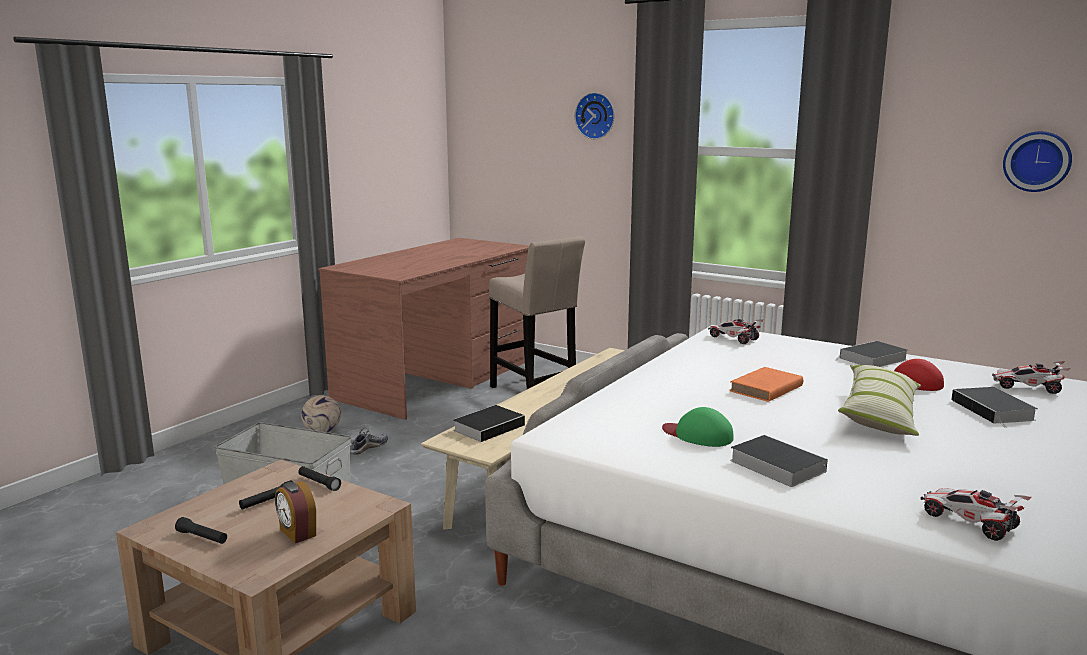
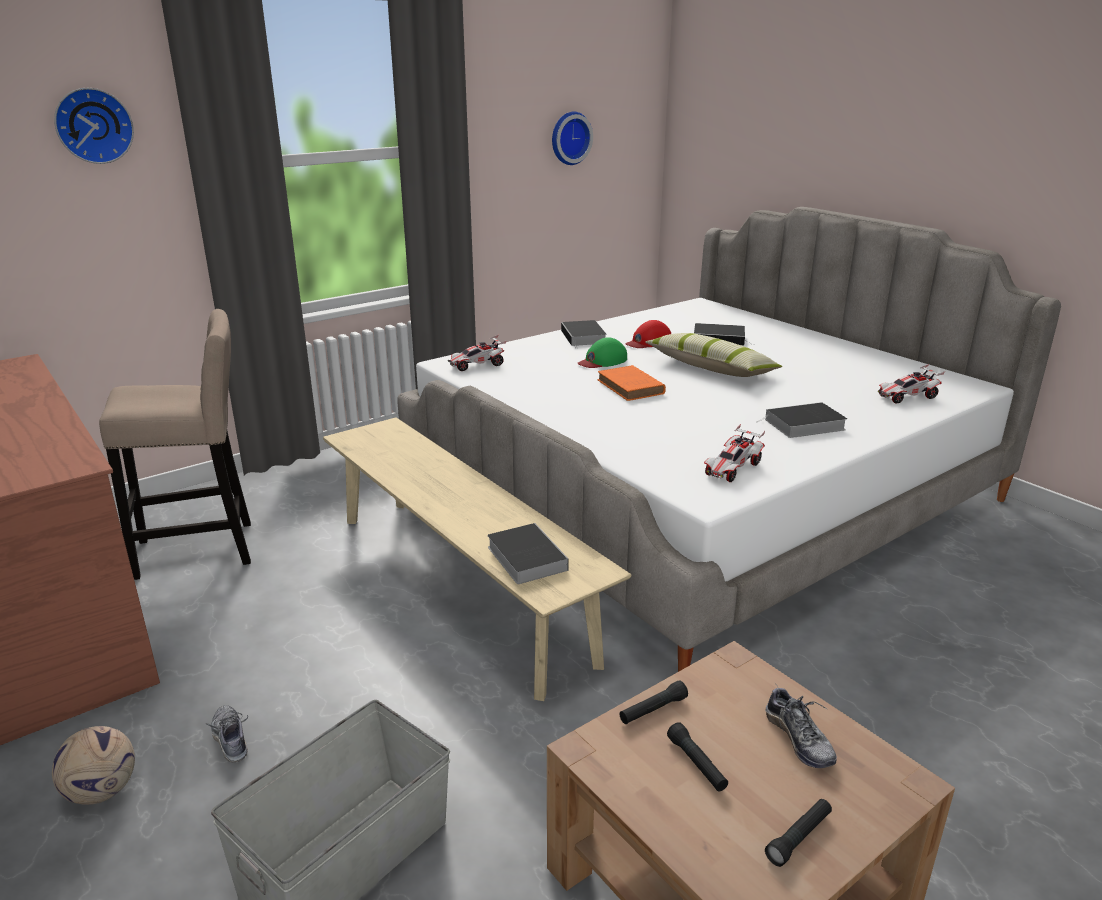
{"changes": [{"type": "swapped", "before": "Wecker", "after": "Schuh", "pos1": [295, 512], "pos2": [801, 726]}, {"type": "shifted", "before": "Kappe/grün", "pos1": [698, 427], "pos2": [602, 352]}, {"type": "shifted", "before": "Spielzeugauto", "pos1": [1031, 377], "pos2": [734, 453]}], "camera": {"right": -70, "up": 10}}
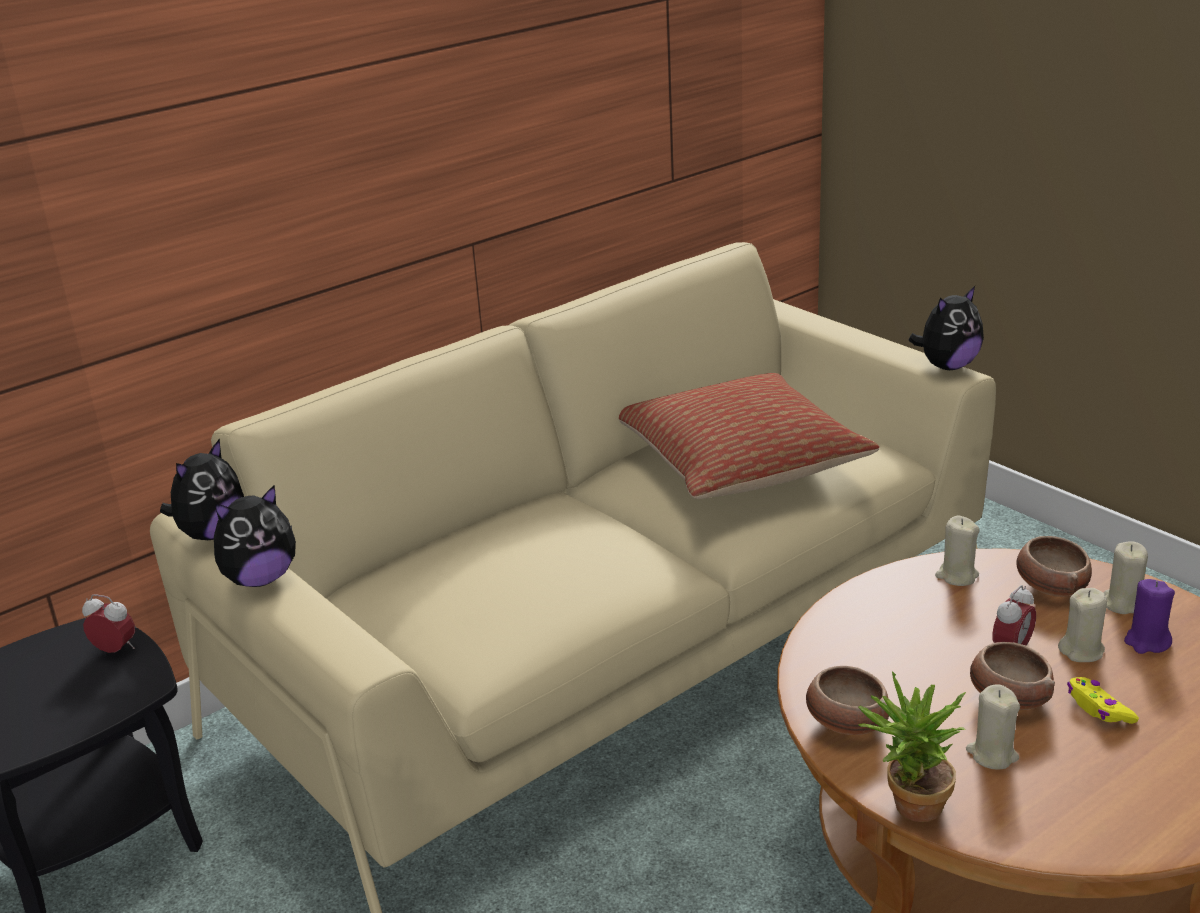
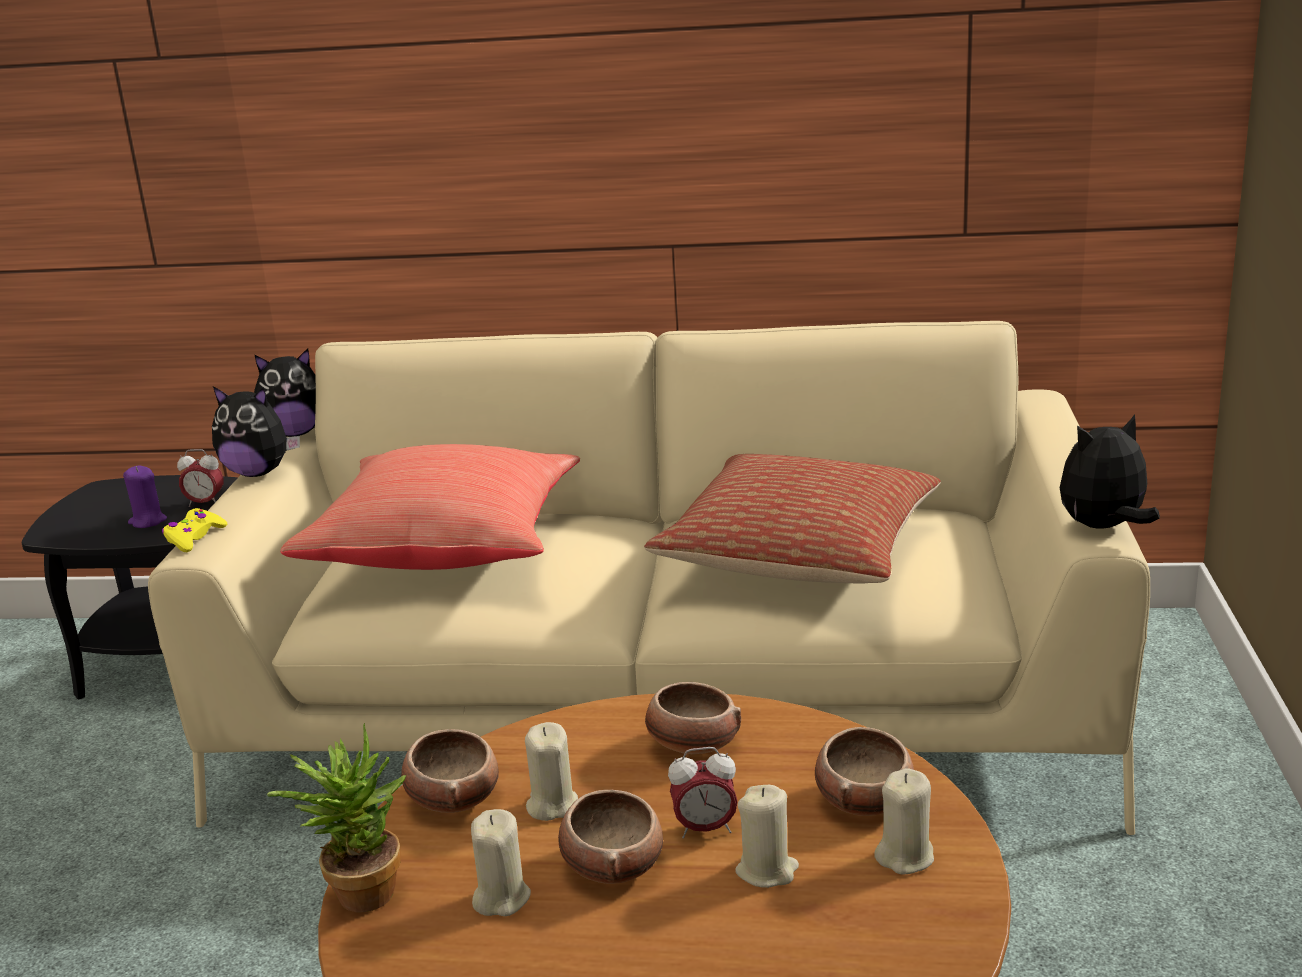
{"changes": [{"type": "rotated", "before": "Wecker", "pos1": [108, 623], "pos2": [200, 478], "turn": 120}, {"type": "rotated", "before": "Plüschtier", "pos1": [946, 328], "pos2": [1110, 471], "turn": 150}, {"type": "shifted", "before": "Kerze/beige", "pos1": [957, 551], "pos2": [551, 771]}, {"type": "shifted", "before": "Gamepad/gelb", "pos1": [1103, 700], "pos2": [194, 530]}, {"type": "shifted", "before": "Kerze/lila", "pos1": [1149, 616], "pos2": [145, 497]}, {"type": "new", "after": "Kissen/rot", "pos2": [430, 507]}, {"type": "new", "after": "Schüssel", "pos2": [693, 718]}], "camera": {"right": 45, "up": -5}}
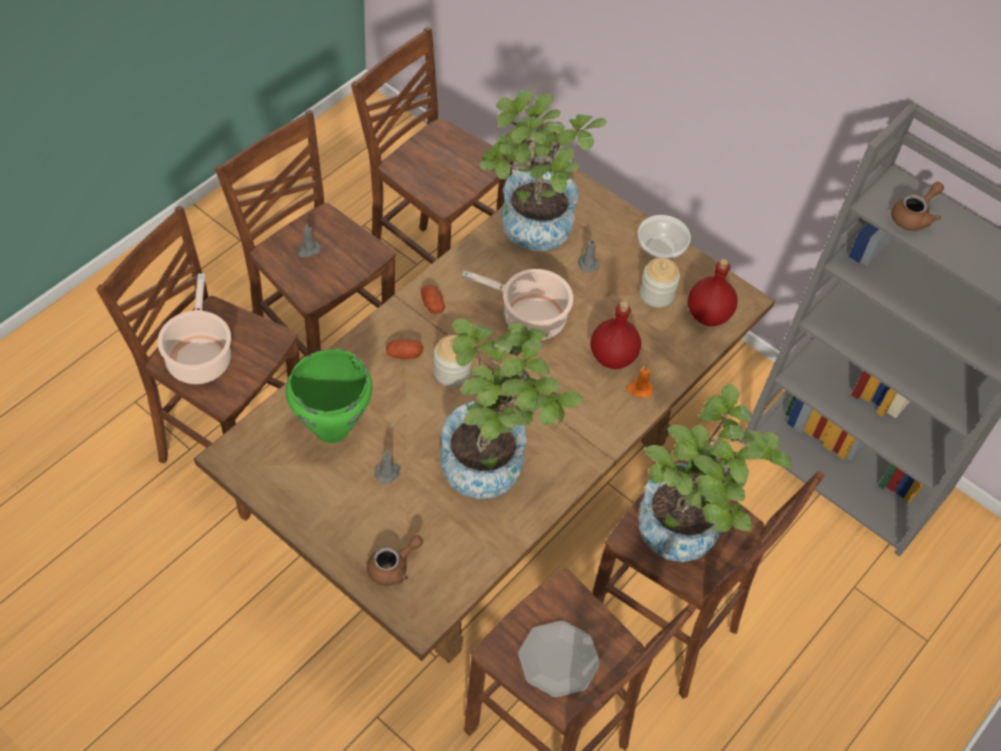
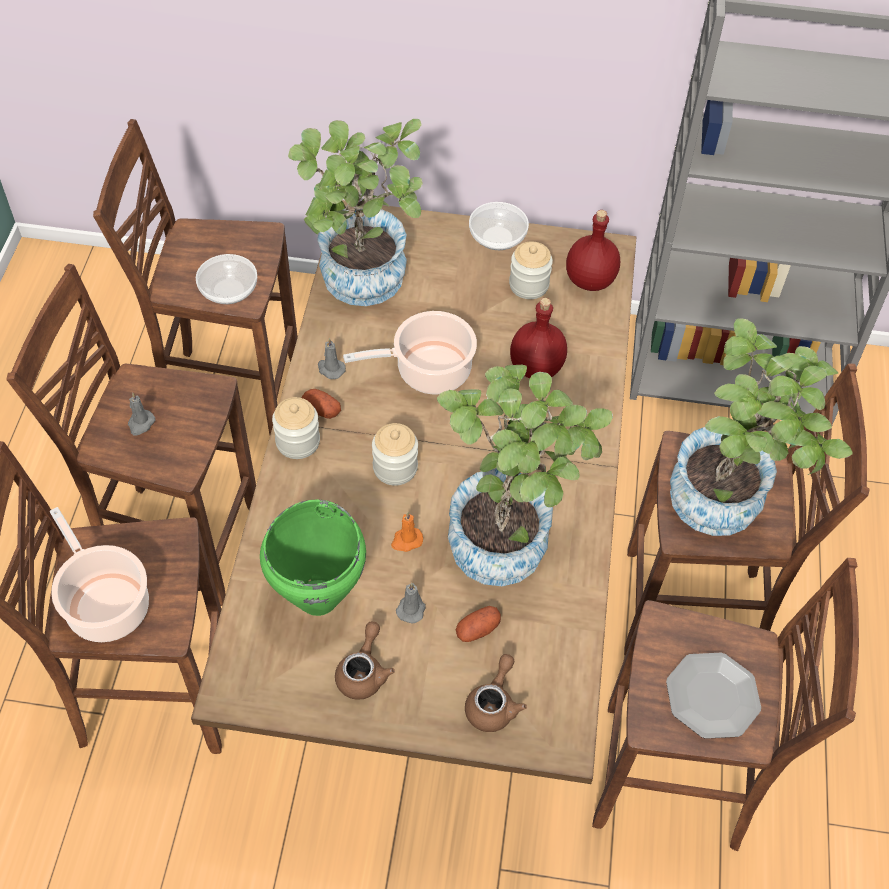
{"changes": [{"type": "shifted", "before": "Kartoffel", "pos1": [404, 349], "pos2": [478, 624]}, {"type": "shifted", "before": "Kerze/grau", "pos1": [589, 255], "pos2": [332, 358]}, {"type": "shifted", "before": "Kerze/orange", "pos1": [639, 381], "pos2": [407, 532]}, {"type": "shifted", "before": "Teekanne/braun", "pos1": [917, 206], "pos2": [365, 661]}, {"type": "new", "after": "Schüssel", "pos2": [226, 279]}, {"type": "new", "after": "Vorratsglas", "pos2": [296, 428]}], "camera": {"right": -30, "up": 0}}
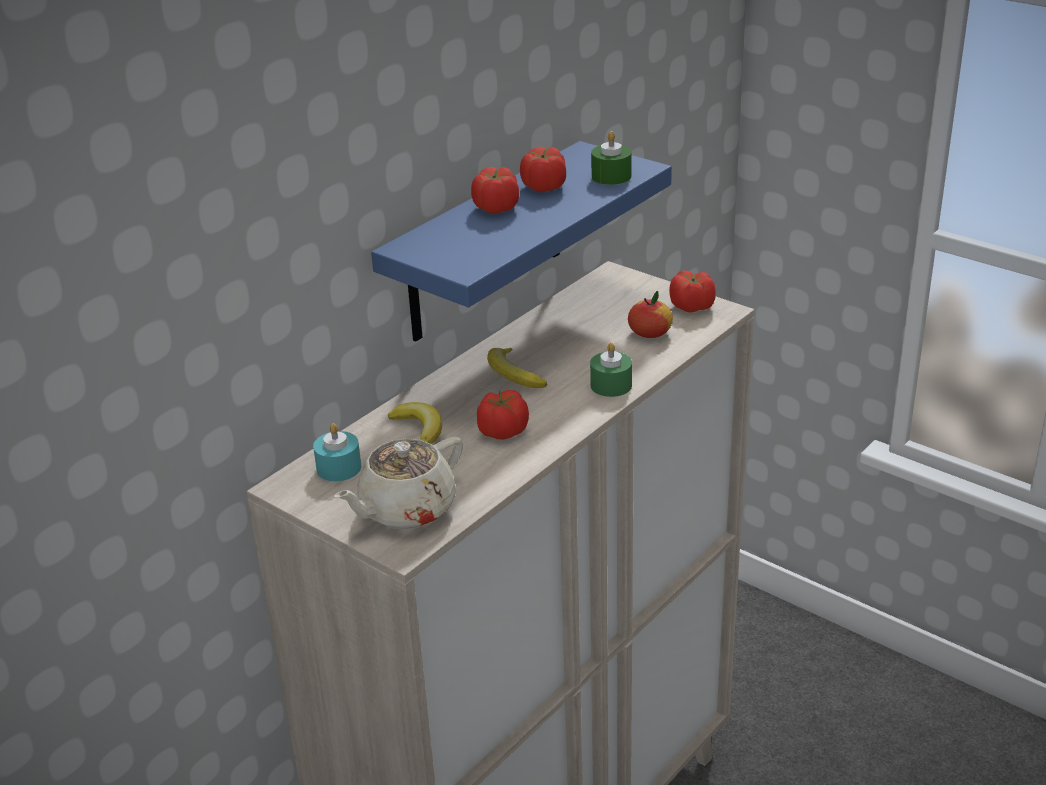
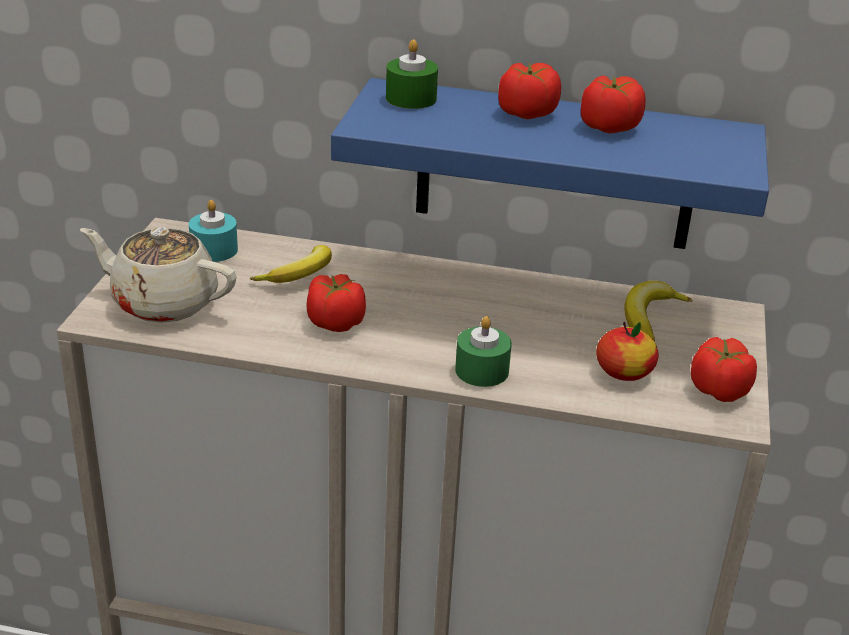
{"changes": [{"type": "shifted", "before": "Banane", "pos1": [517, 367], "pos2": [658, 311]}, {"type": "shifted", "before": "Kerze/grün", "pos1": [611, 158], "pos2": [412, 74]}], "camera": {"right": 60, "up": 0}}
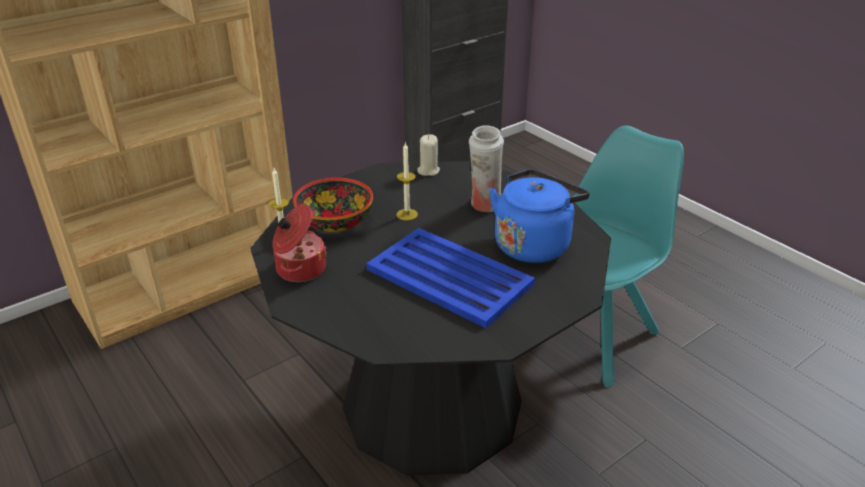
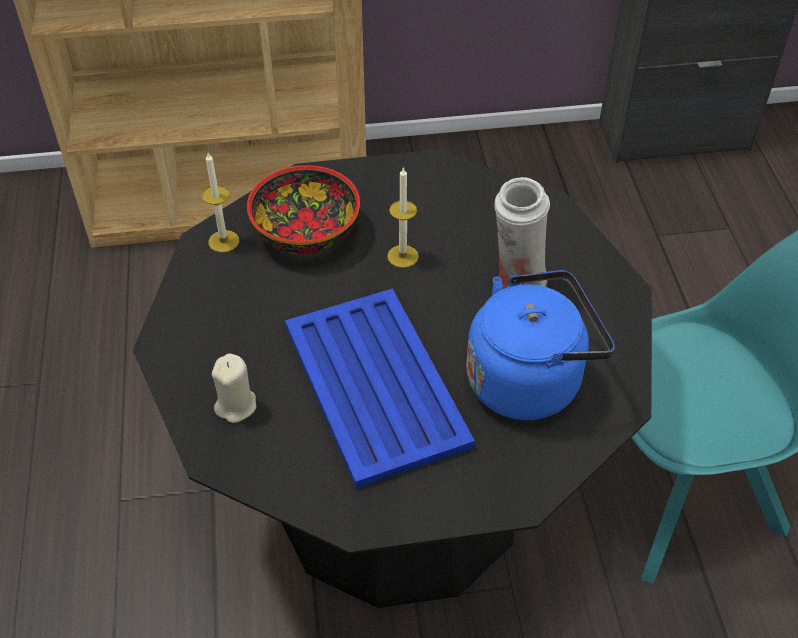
{"changes": [{"type": "gone", "before": "Kochtopf", "pos1": [299, 243]}, {"type": "shifted", "before": "Kerze/beige", "pos1": [428, 155], "pos2": [234, 388]}], "camera": {"right": 30, "up": 15}}
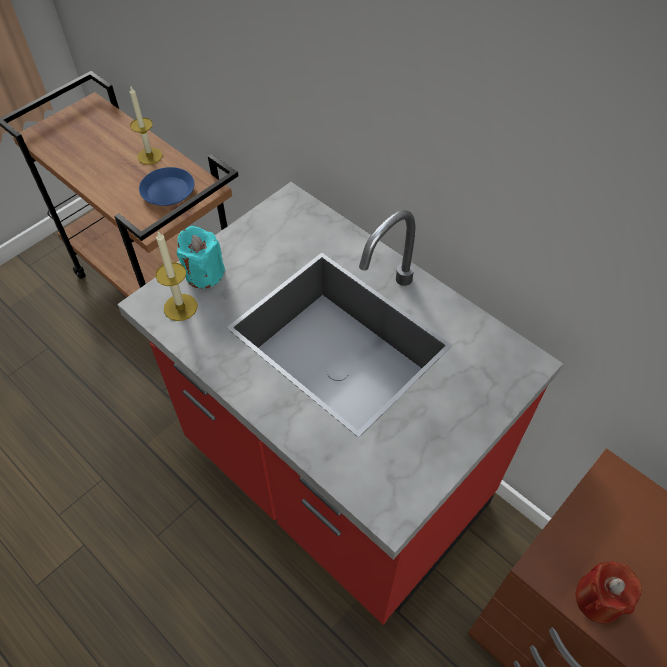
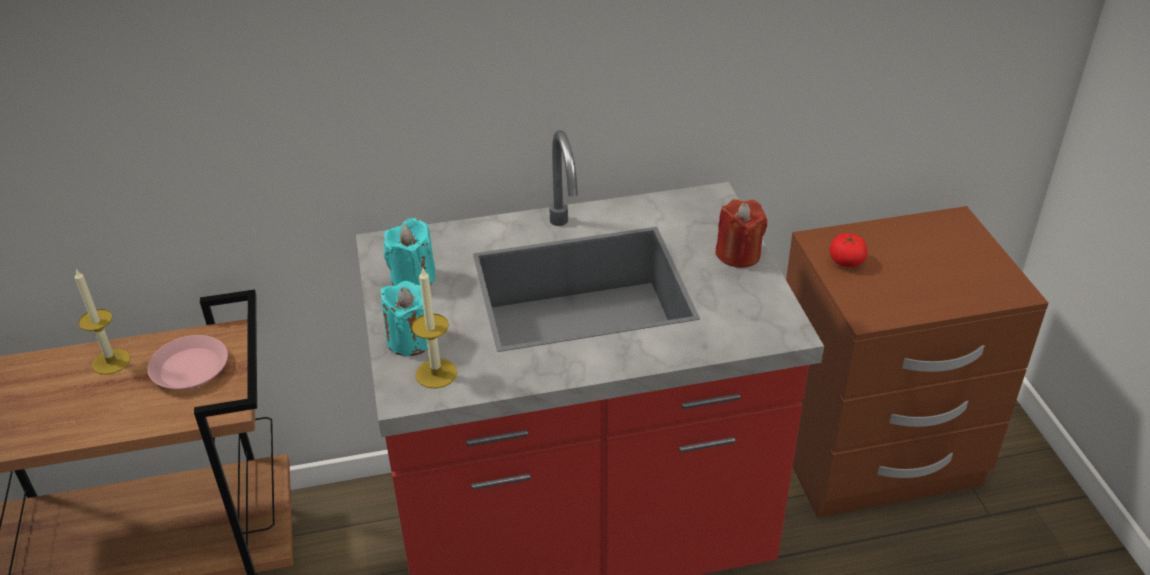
{"changes": [{"type": "repainted", "before": "Teller/blau", "after": "Teller/rosa", "pos1": [167, 186], "pos2": [187, 362]}, {"type": "shifted", "before": "Kerze/rot", "pos1": [609, 592], "pos2": [741, 233]}, {"type": "new", "after": "Kerze/türkis", "pos2": [410, 252]}, {"type": "new", "after": "Tomate", "pos2": [848, 250]}], "camera": {"right": -55, "up": -15}}
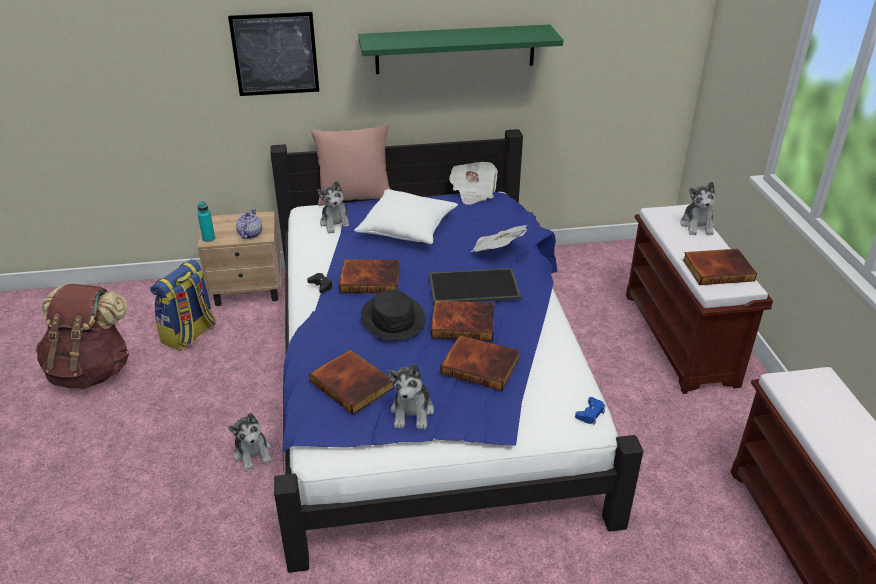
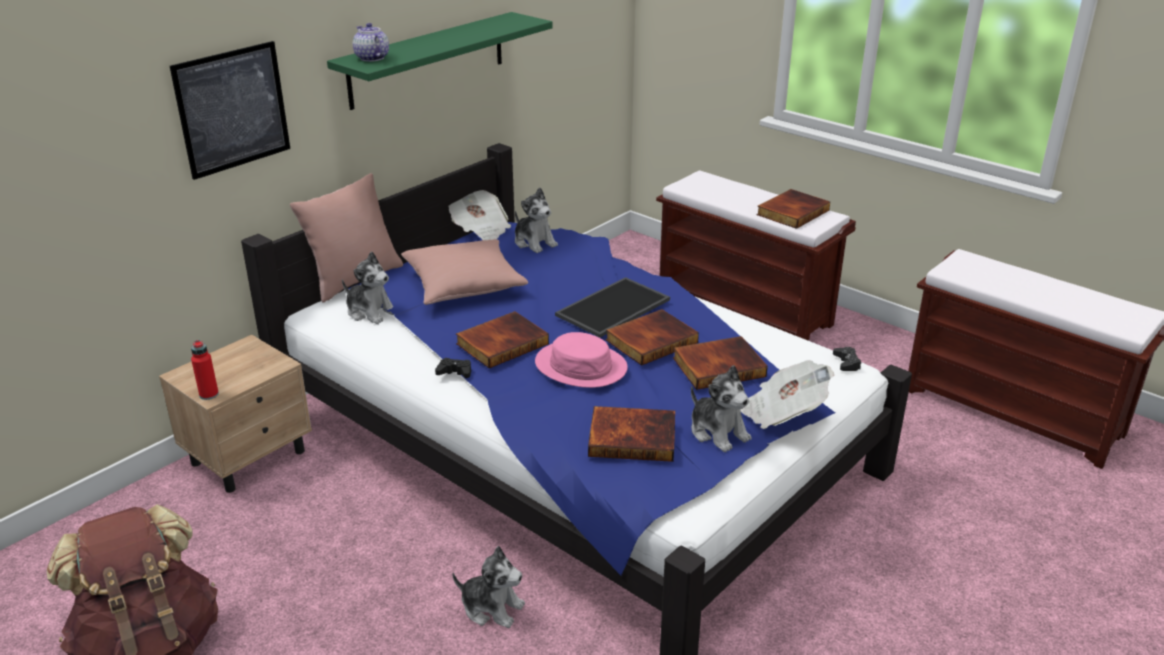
{"changes": [{"type": "gone", "before": "Rucksack", "pos1": [183, 305]}, {"type": "repainted", "before": "Flasche/türkis", "after": "Flasche/rot", "pos1": [206, 221], "pos2": [205, 370]}, {"type": "shifted", "before": "Teekanne", "pos1": [249, 223], "pos2": [371, 42]}, {"type": "repainted", "before": "Kissen/weiß", "after": "Kissen/rosa", "pos1": [406, 216], "pos2": [464, 272]}, {"type": "repainted", "before": "Hut/schwarz", "after": "Hut/rosa", "pos1": [393, 315], "pos2": [581, 360]}, {"type": "shifted", "before": "Zeitung", "pos1": [499, 238], "pos2": [787, 394]}, {"type": "repainted", "before": "Gamepad/blau", "after": "Gamepad/schwarz", "pos1": [590, 411], "pos2": [847, 359]}, {"type": "shifted", "before": "Plüschtier", "pos1": [697, 208], "pos2": [536, 220]}], "camera": {"right": -40, "up": -5}}
